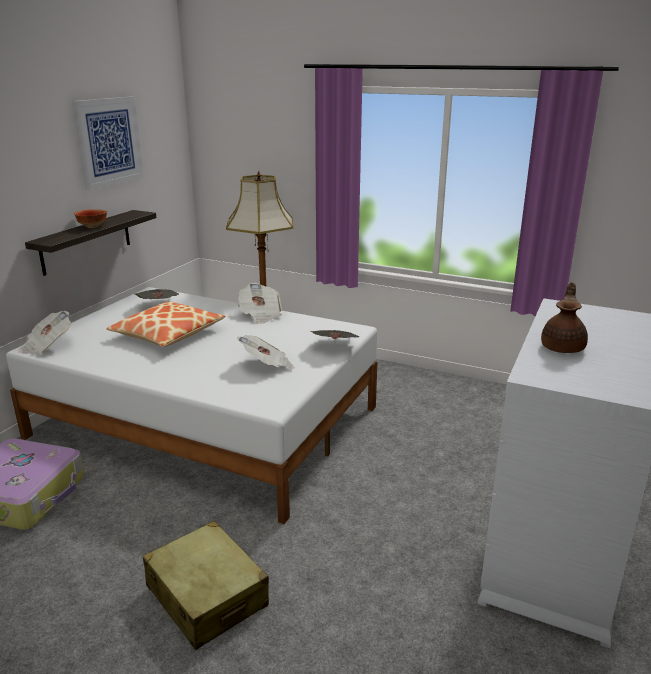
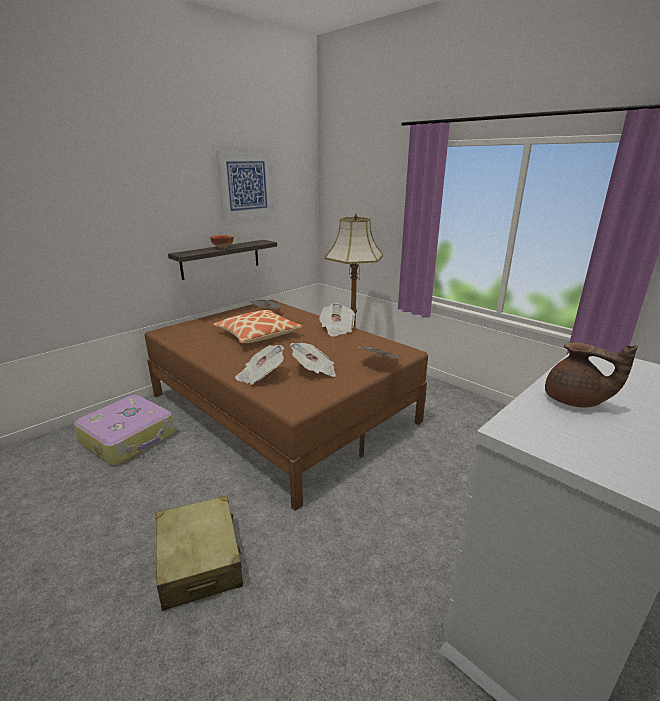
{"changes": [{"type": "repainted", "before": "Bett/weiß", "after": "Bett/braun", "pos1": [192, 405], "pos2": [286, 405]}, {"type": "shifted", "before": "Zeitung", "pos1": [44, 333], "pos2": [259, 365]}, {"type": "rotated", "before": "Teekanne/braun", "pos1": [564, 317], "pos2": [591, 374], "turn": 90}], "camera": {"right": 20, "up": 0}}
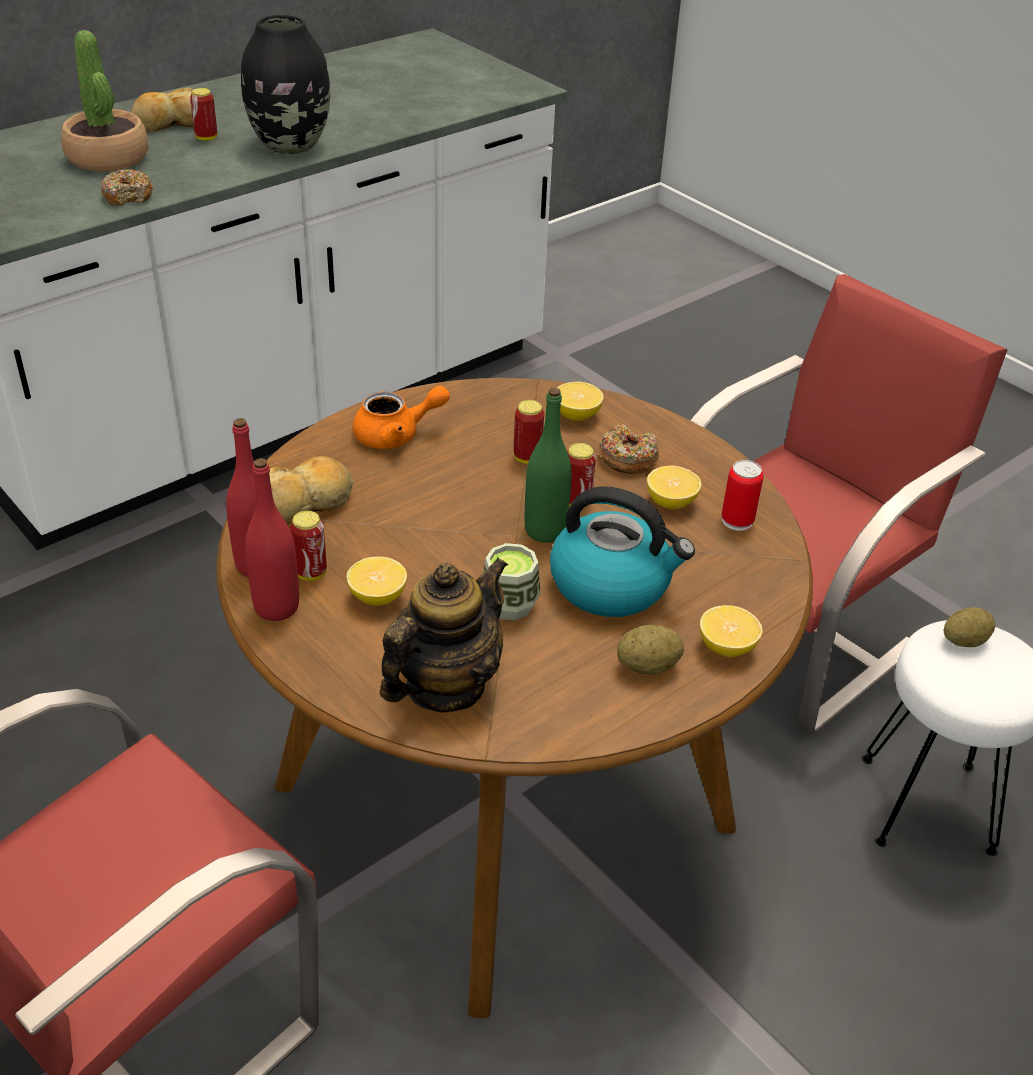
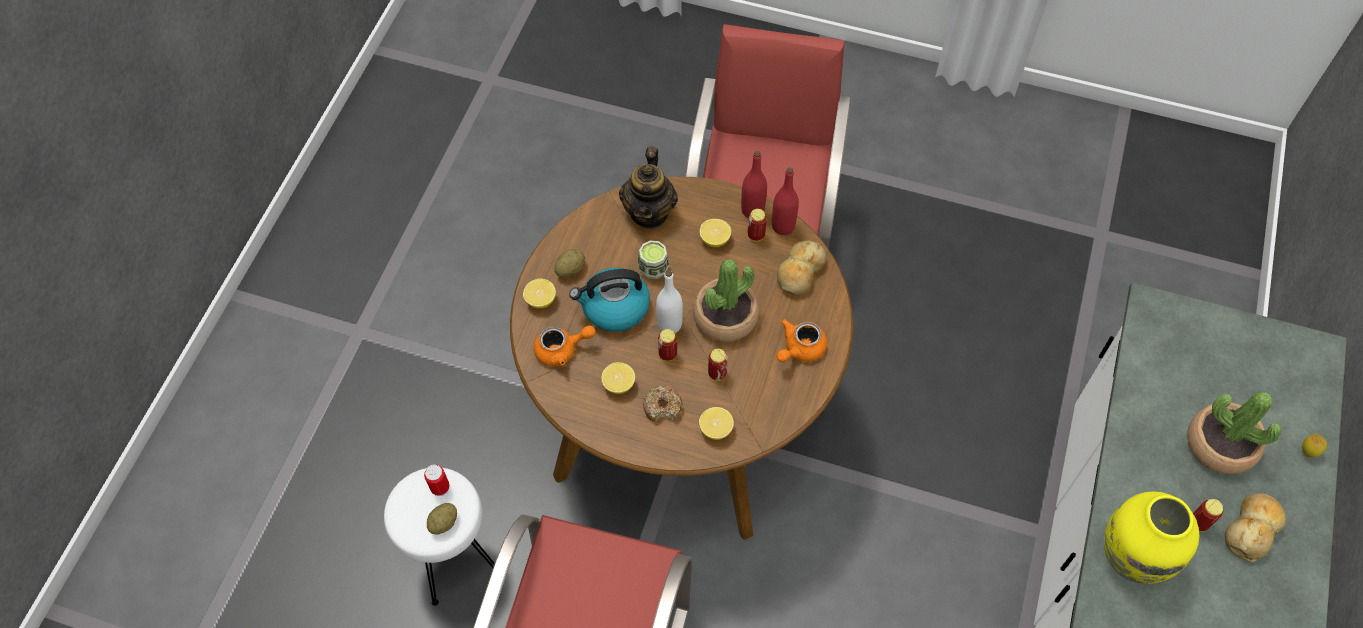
{"changes": [{"type": "gone", "before": "Donut", "pos1": [127, 187]}, {"type": "repainted", "before": "Vase/schwarz", "after": "Vase/gelb", "pos1": [285, 84], "pos2": [1151, 537]}, {"type": "repainted", "before": "Flasche/grün", "after": "Flasche/weiß", "pos1": [548, 465], "pos2": [669, 301]}, {"type": "shifted", "before": "Dose", "pos1": [742, 495], "pos2": [436, 480]}, {"type": "new", "after": "Teekanne/orange", "pos2": [565, 346]}, {"type": "new", "after": "Topfpflanze", "pos2": [726, 300]}, {"type": "new", "after": "Zitrone", "pos2": [1314, 446]}], "camera": {"right": 150, "up": 20}}
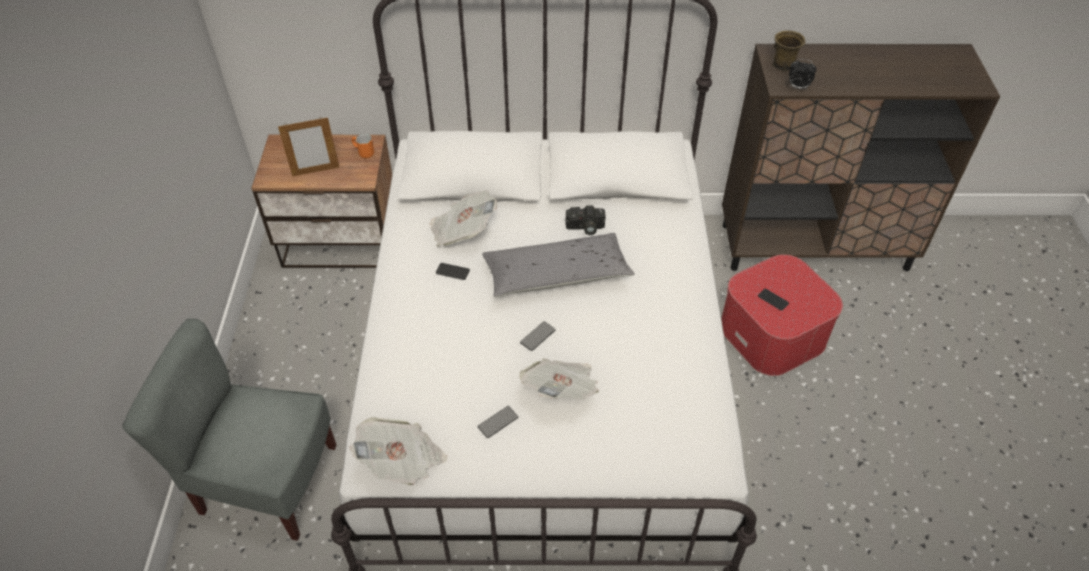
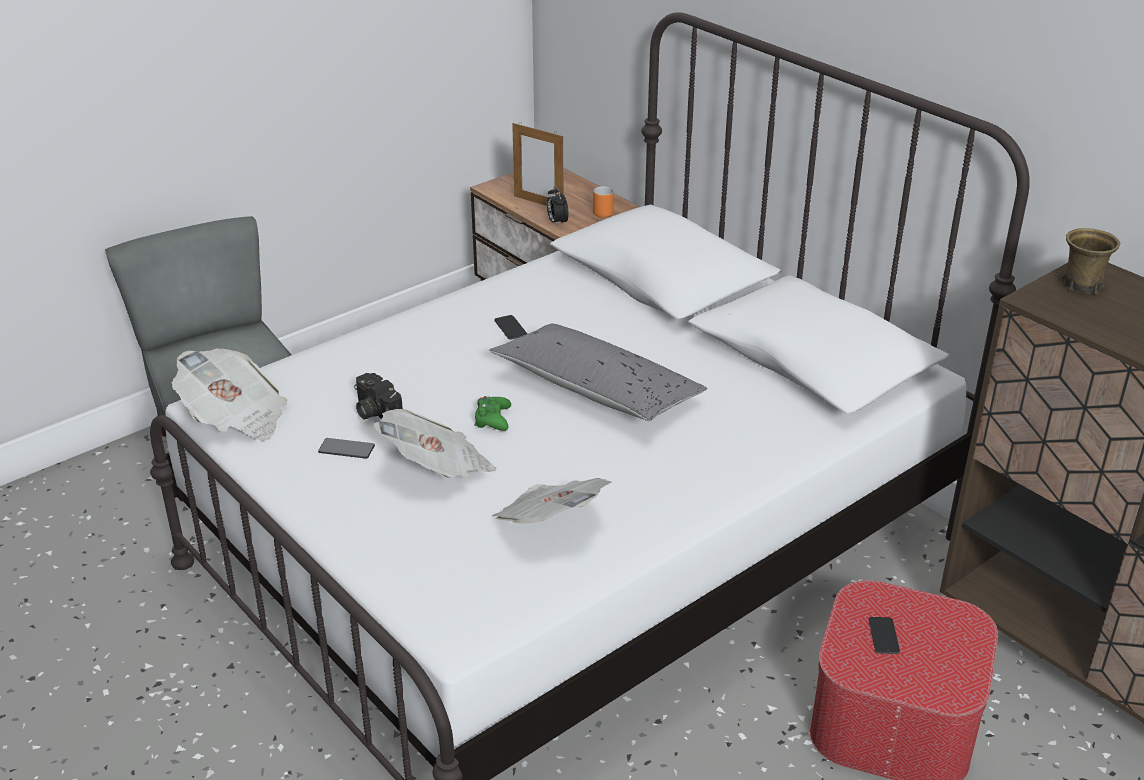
{"changes": [{"type": "shifted", "before": "Zeitung", "pos1": [463, 218], "pos2": [552, 501]}, {"type": "swapped", "before": "Handy", "after": "Gamepad/grün", "pos1": [538, 336], "pos2": [492, 413]}, {"type": "shifted", "before": "Kamera", "pos1": [585, 220], "pos2": [378, 396]}, {"type": "shifted", "before": "Wecker", "pos1": [803, 74], "pos2": [558, 206]}], "camera": {"right": 50, "up": -15}}
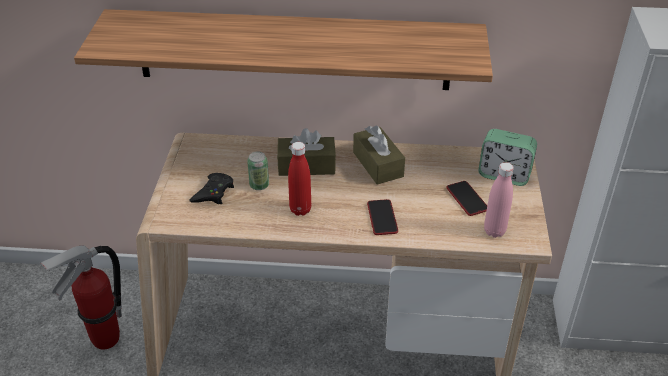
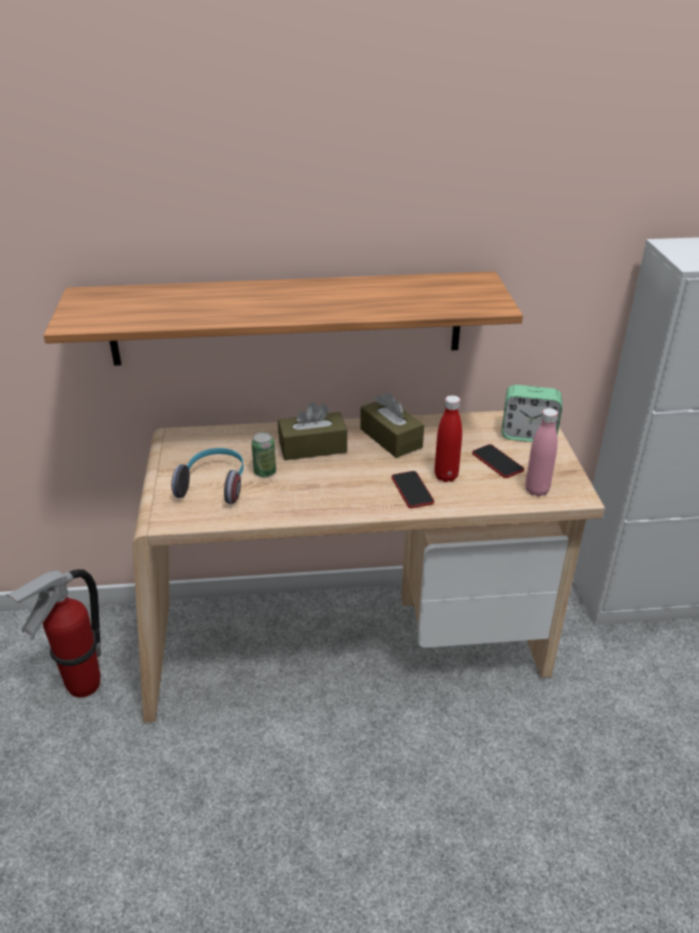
{"changes": [{"type": "swapped", "before": "Gamepad/schwarz", "after": "Kopfhörer", "pos1": [211, 188], "pos2": [207, 476]}, {"type": "shifted", "before": "Flasche/rot", "pos1": [299, 179], "pos2": [448, 438]}], "camera": {"right": -10, "up": -5}}
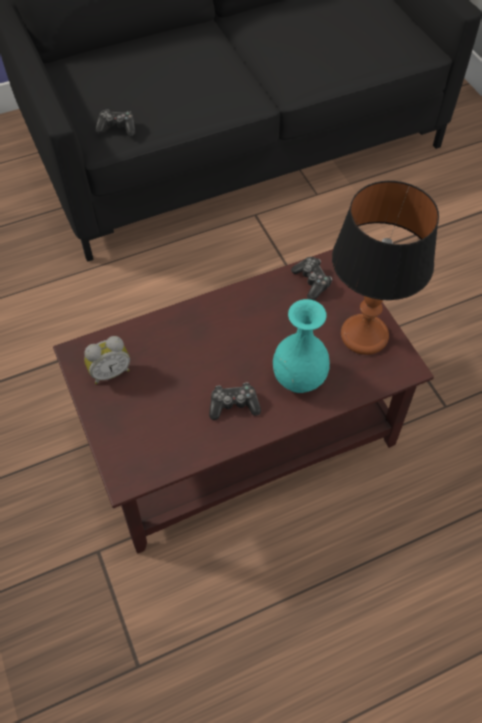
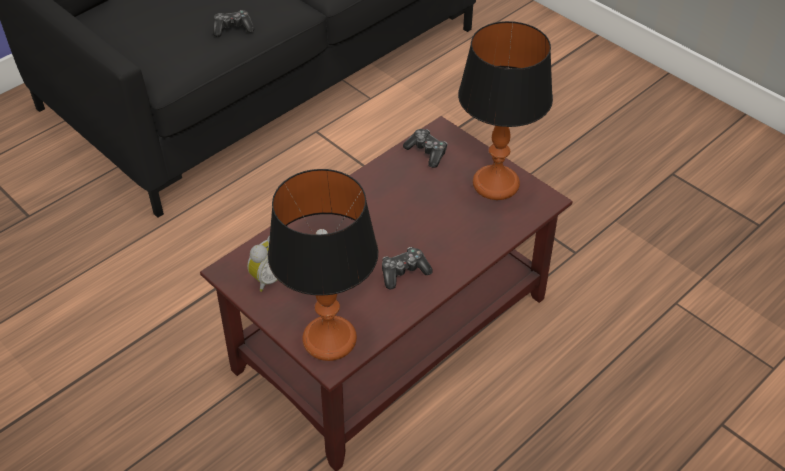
{"changes": [{"type": "shifted", "before": "Gamepad", "pos1": [115, 122], "pos2": [234, 23]}, {"type": "gone", "before": "Vase/türkis", "pos1": [301, 346]}, {"type": "new", "after": "Tischlampe", "pos2": [323, 265]}], "camera": {"right": -20, "up": -10}}
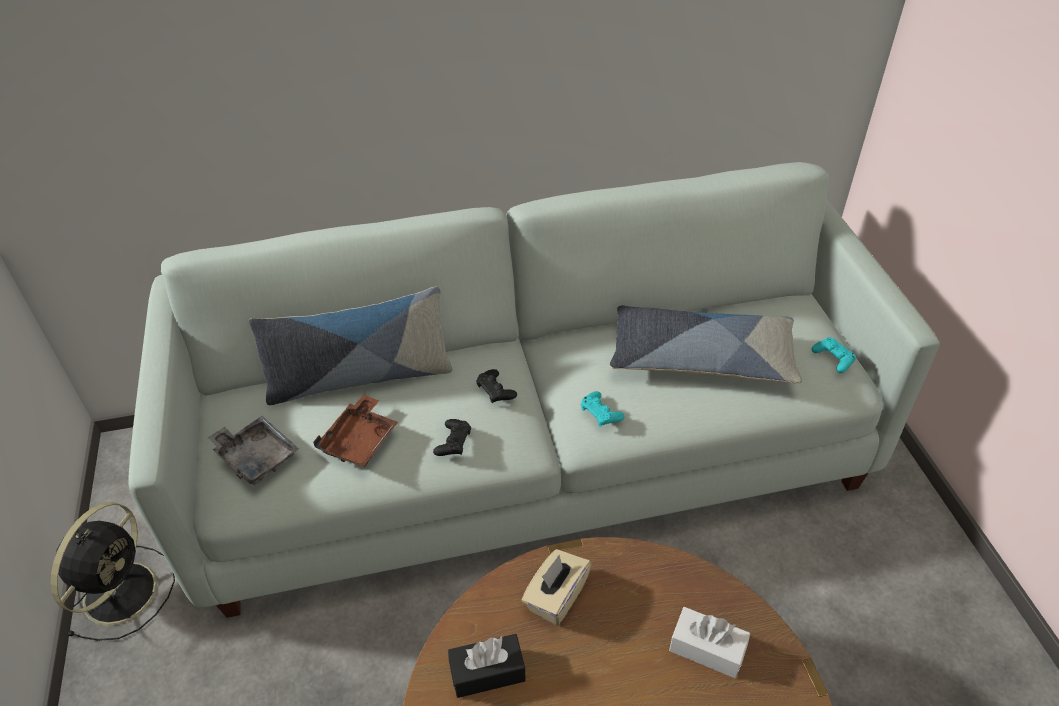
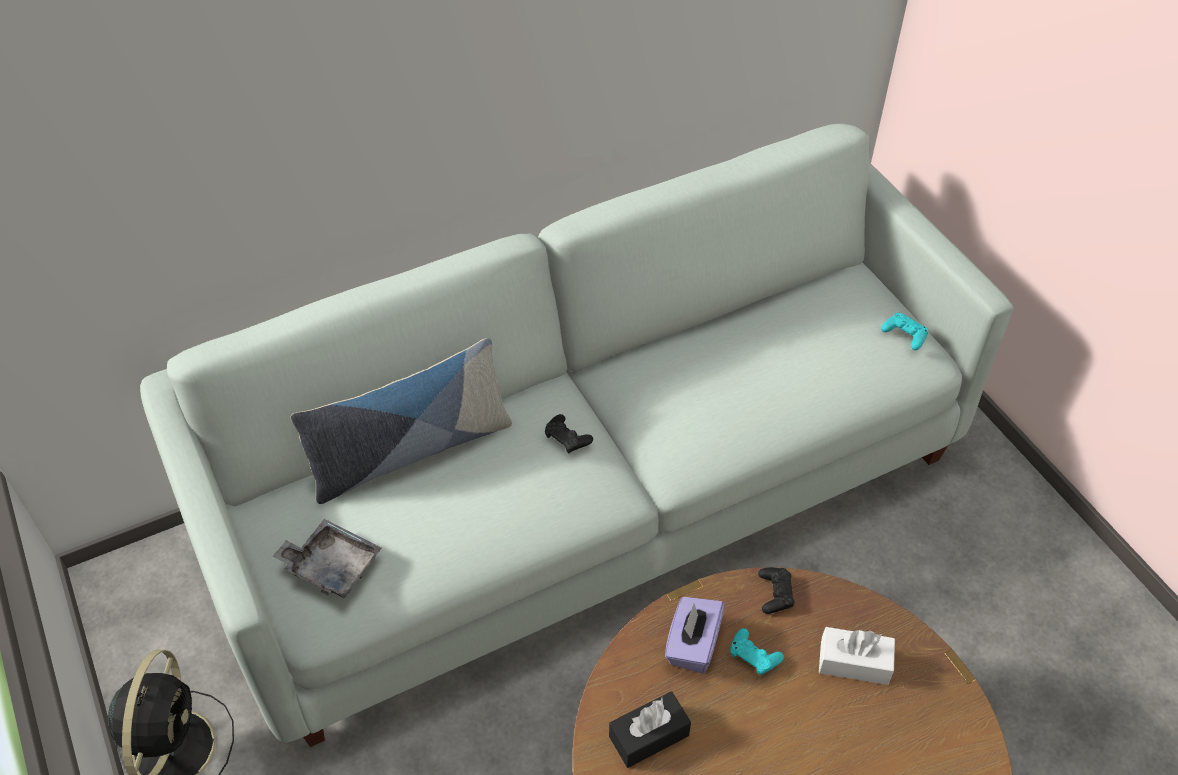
{"changes": [{"type": "gone", "before": "Tablett/braun", "pos1": [355, 431]}, {"type": "shifted", "before": "Gamepad/schwarz", "pos1": [452, 437], "pos2": [776, 590]}, {"type": "repainted", "before": "Taschentuchbox/beige", "after": "Taschentuchbox/lila", "pos1": [557, 587], "pos2": [695, 635]}, {"type": "shifted", "before": "Gamepad/türkis", "pos1": [603, 409], "pos2": [757, 651]}, {"type": "gone", "before": "Kissen", "pos1": [706, 344]}], "camera": {"right": -15, "up": 5}}
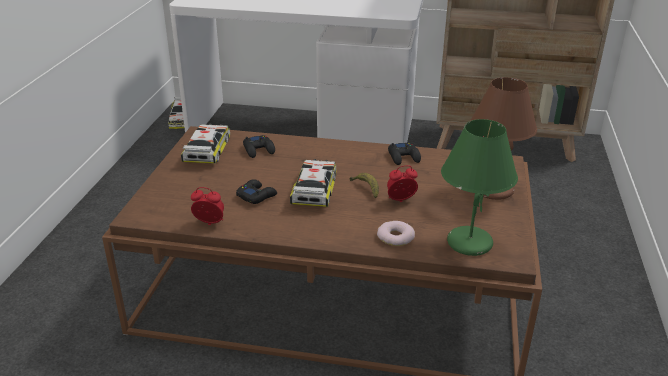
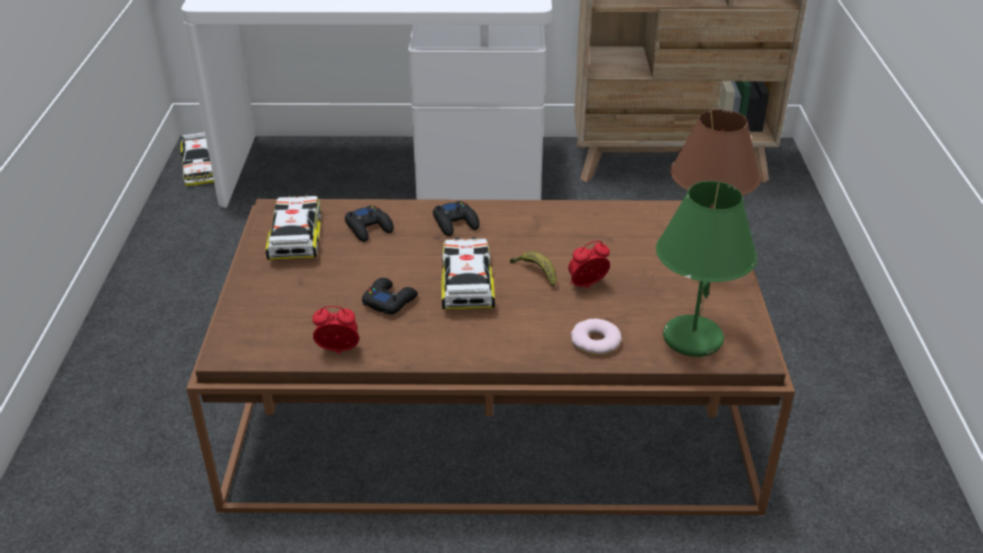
{"changes": [{"type": "shifted", "before": "Gamepad/schwarz", "pos1": [404, 153], "pos2": [456, 218]}], "camera": {"right": -10, "up": 5}}
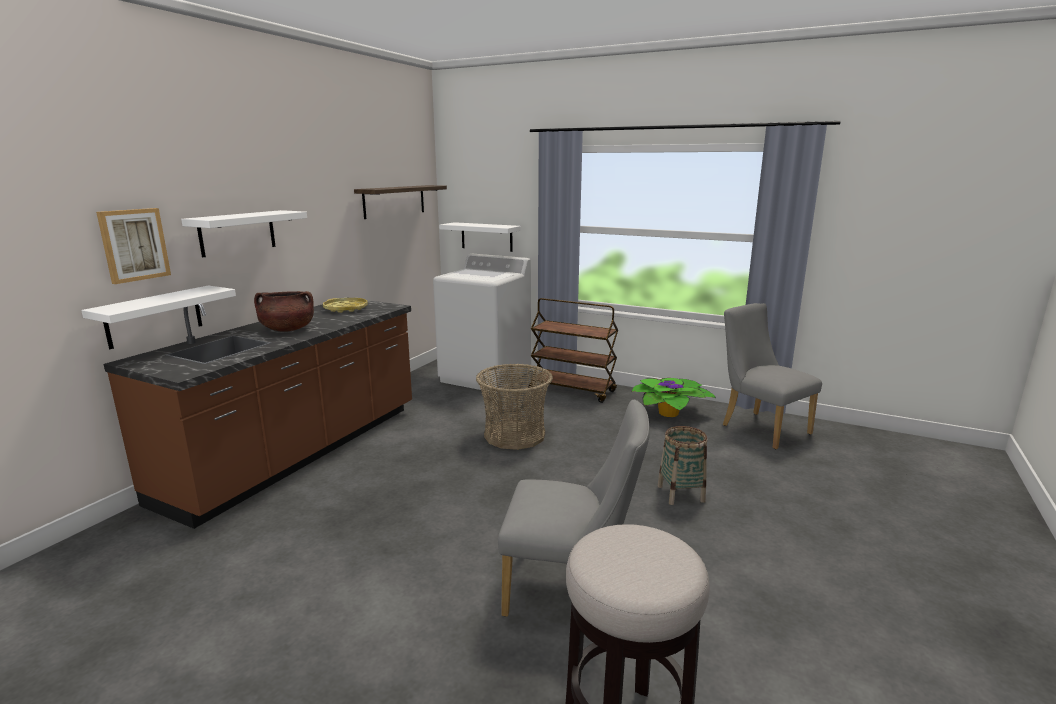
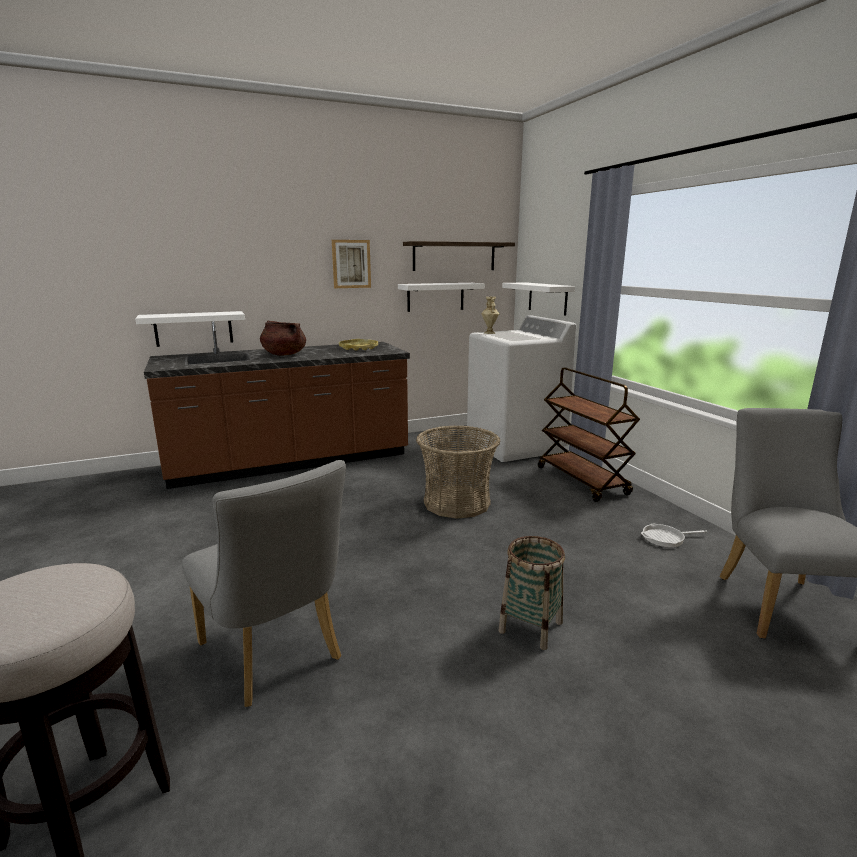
{"changes": [{"type": "shifted", "before": "Bild", "pos1": [133, 246], "pos2": [351, 264]}, {"type": "shifted", "before": "Wandregal/weiß", "pos1": [244, 233], "pos2": [441, 297]}, {"type": "swapped", "before": "Topfpflanze", "after": "Pfanne", "pos1": [673, 397], "pos2": [674, 535]}, {"type": "new", "after": "Vase/beige", "pos2": [490, 315]}], "camera": {"right": 40, "up": 0}}
